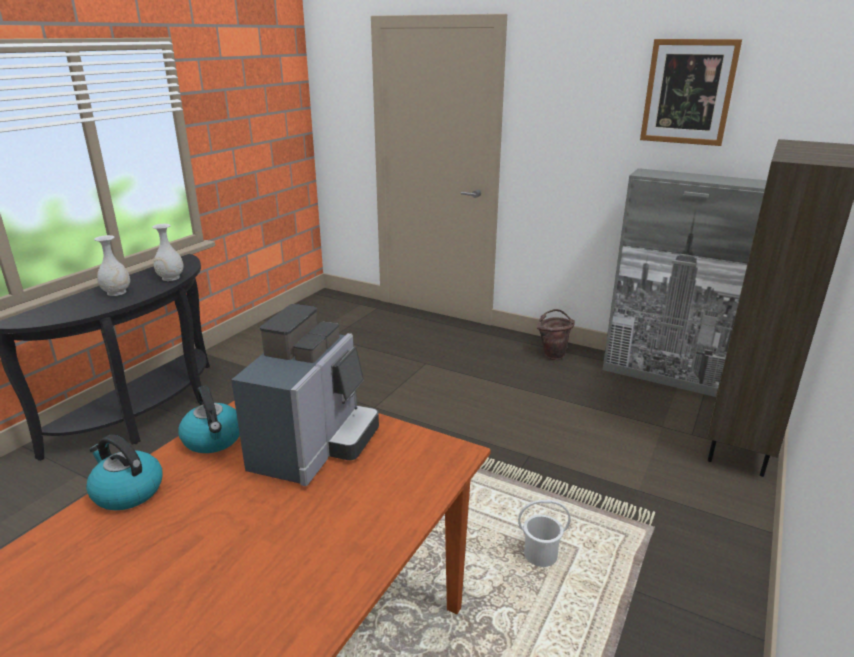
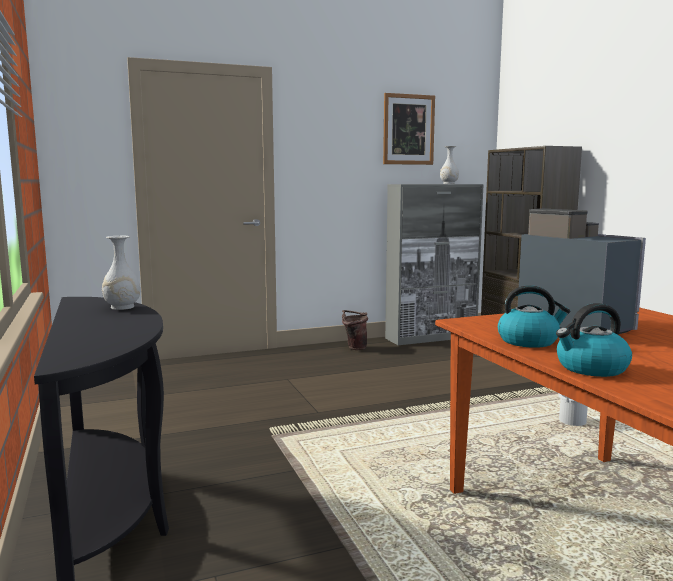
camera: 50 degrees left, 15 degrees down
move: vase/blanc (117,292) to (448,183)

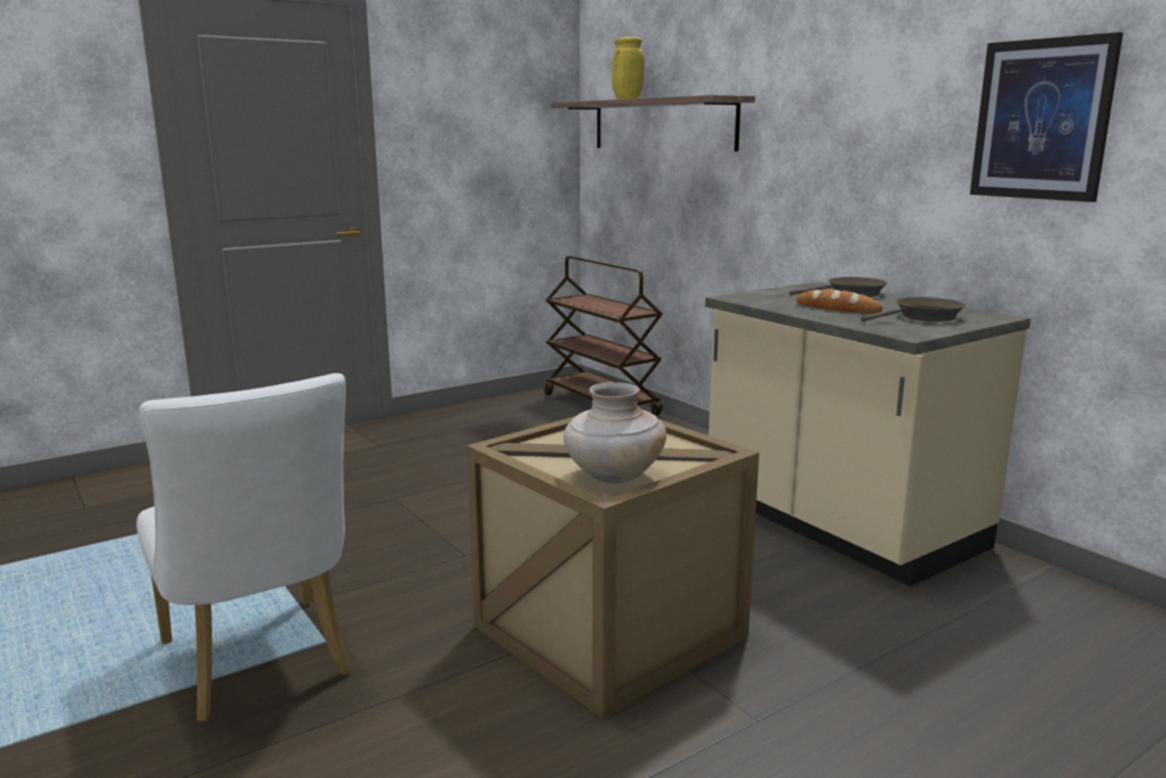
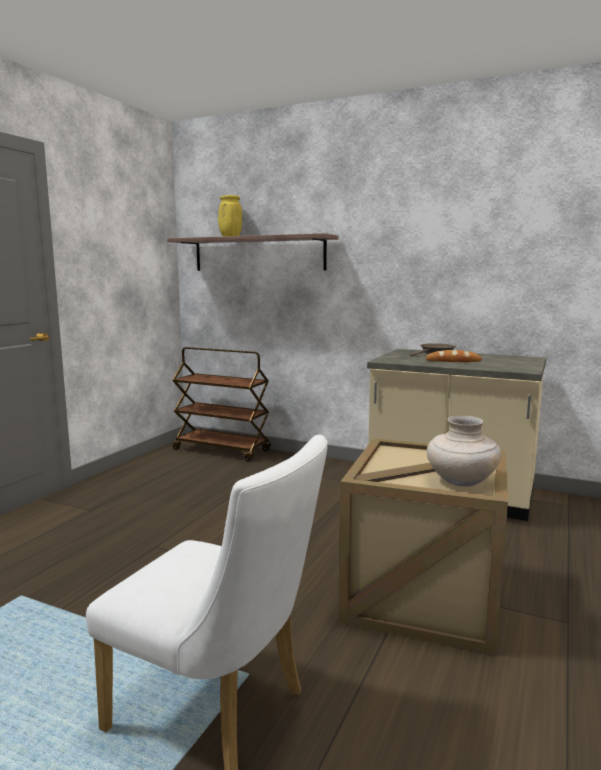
camera: 30 degrees left, 5 degrees down
delete: poêle/marron (923,317); tableau (1042,120)

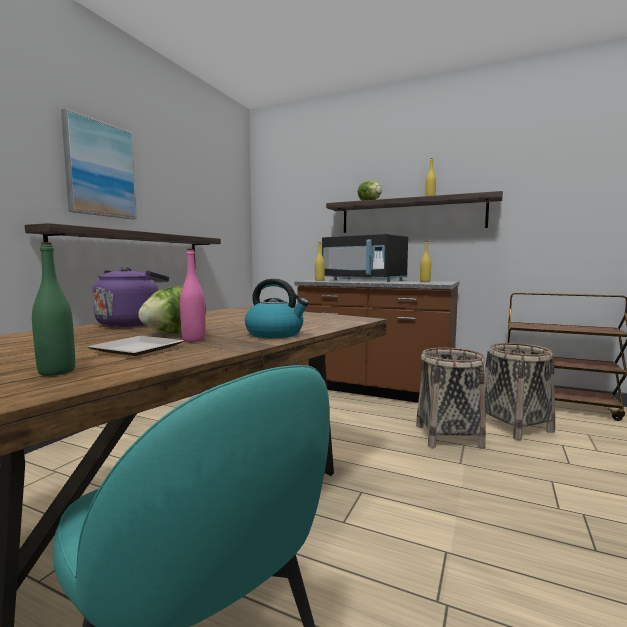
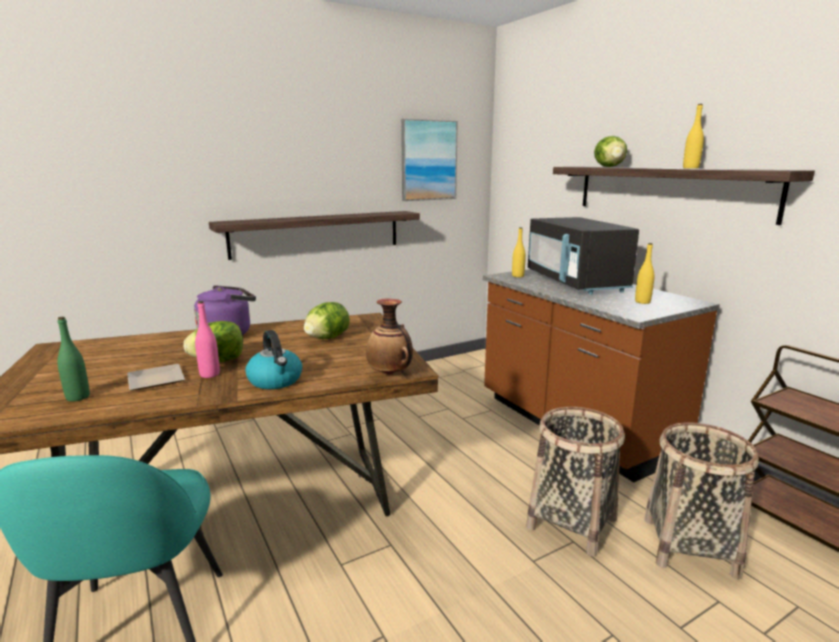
camera: 35 degrees right, 10 degrees up
insert: laitue (327,338); vase (390,373)
move: tableau (100,169) to (428,160)

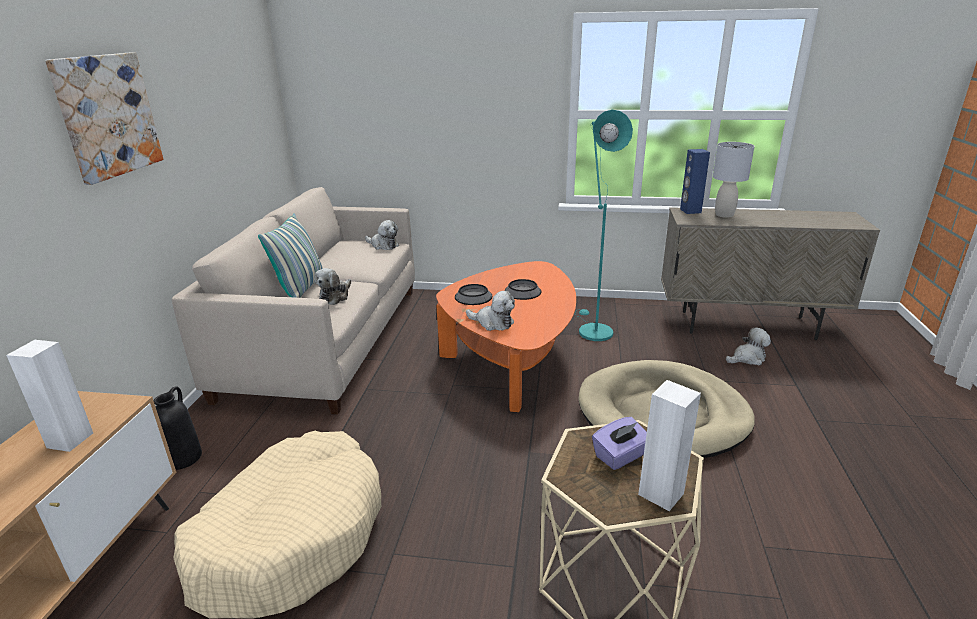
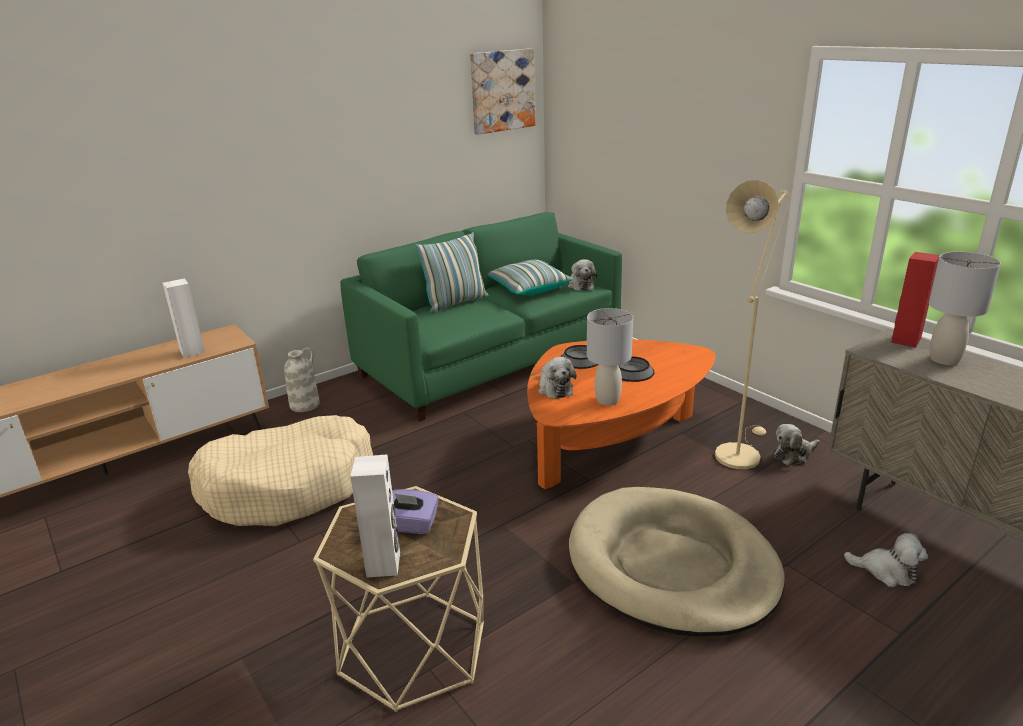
camera: 45 degrees right, 0 degrees up
insert: coussin (528,288); lampe de table/gris (607,400)
move: tableau (107,116) to (502,91); peluche (335,296) to (794,455)
recolor: vase/noir (182,457) to vase/blanc (305,405); canapé/beige (326,340) to canapé/vert (491,360); lampadaire/turquoise (592,329) to lampadaire/beige (739,452); enceinte/bleu (690,211) to enceinte/rouge (905,340)

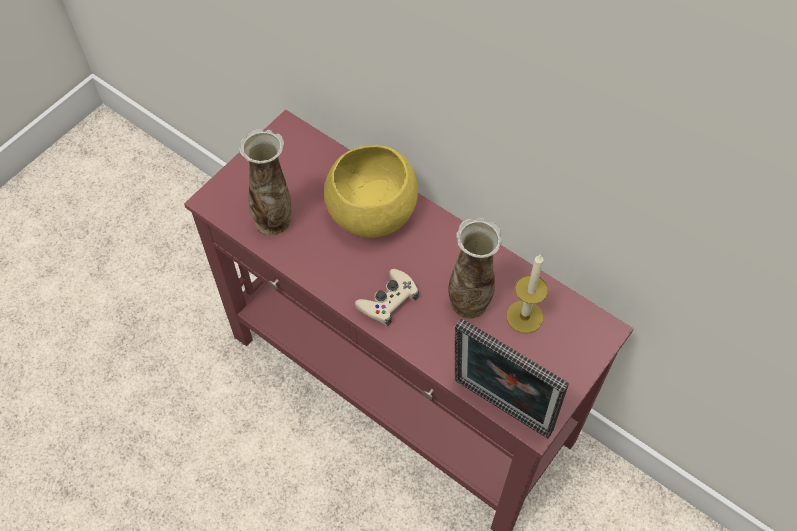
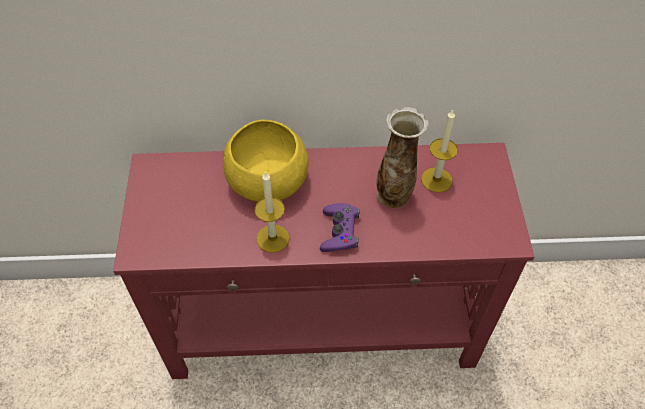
camera: 40 degrees left, 5 degrees down
delete: vase (274,220); cadre photo (499,411)
insert: bougie (272,238)
recolor: manette/beige (388,300) to manette/violet (339,231)

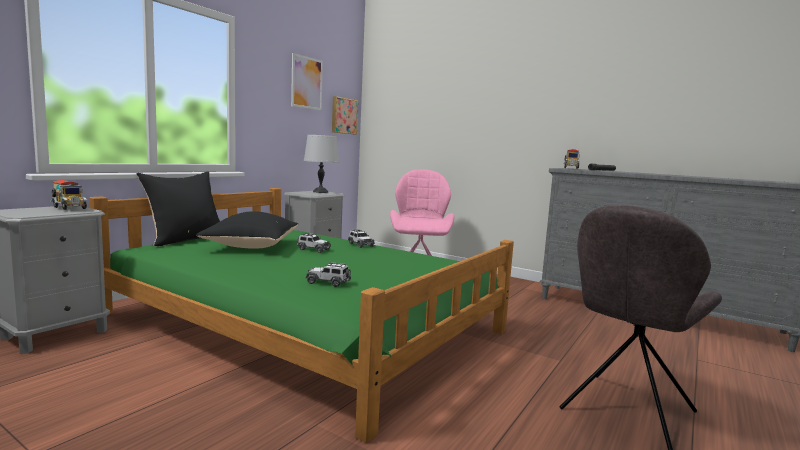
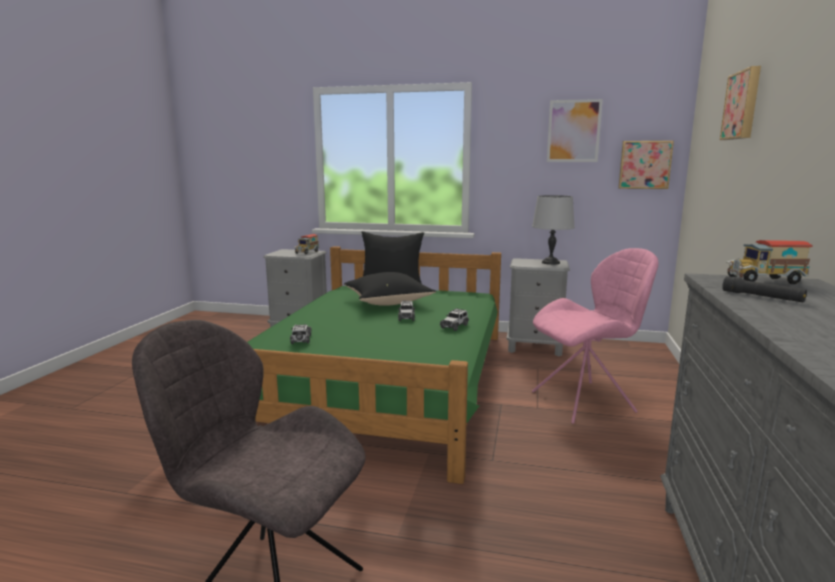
camera: 70 degrees right, 5 degrees up
insert: tableau (743,105)

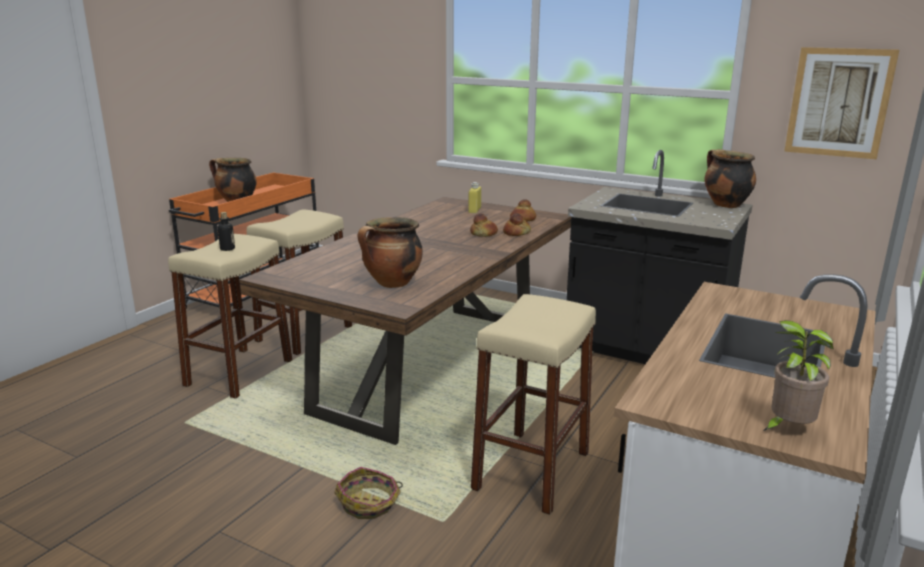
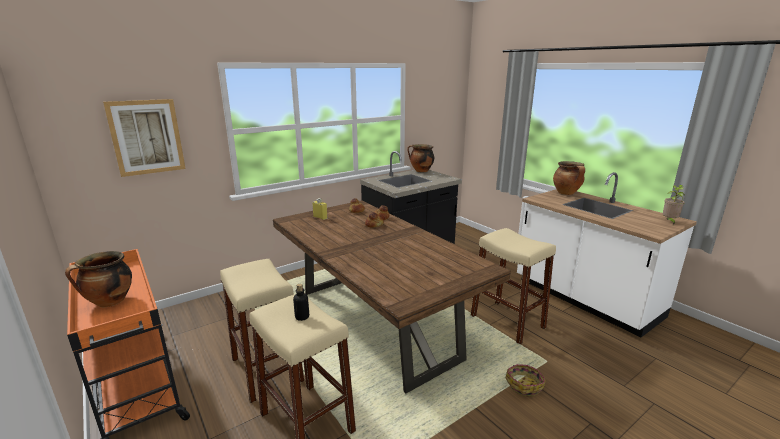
camera: 65 degrees left, 0 degrees up
move: marmite (392,284) to (567,193); tableau (839,103) to (147,137)

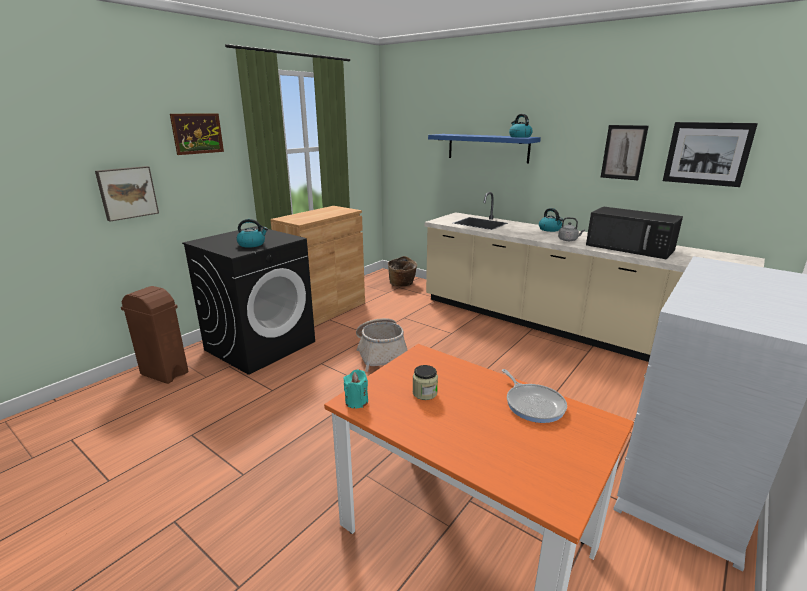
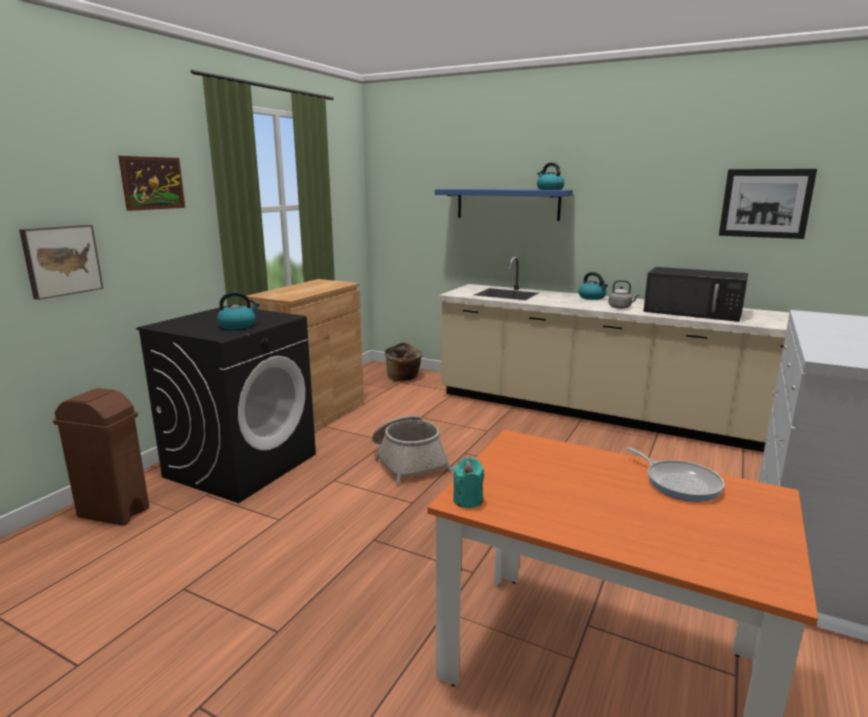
camera: 10 degrees left, 5 degrees down
delete: bocal (424,393); tableau (623,152)

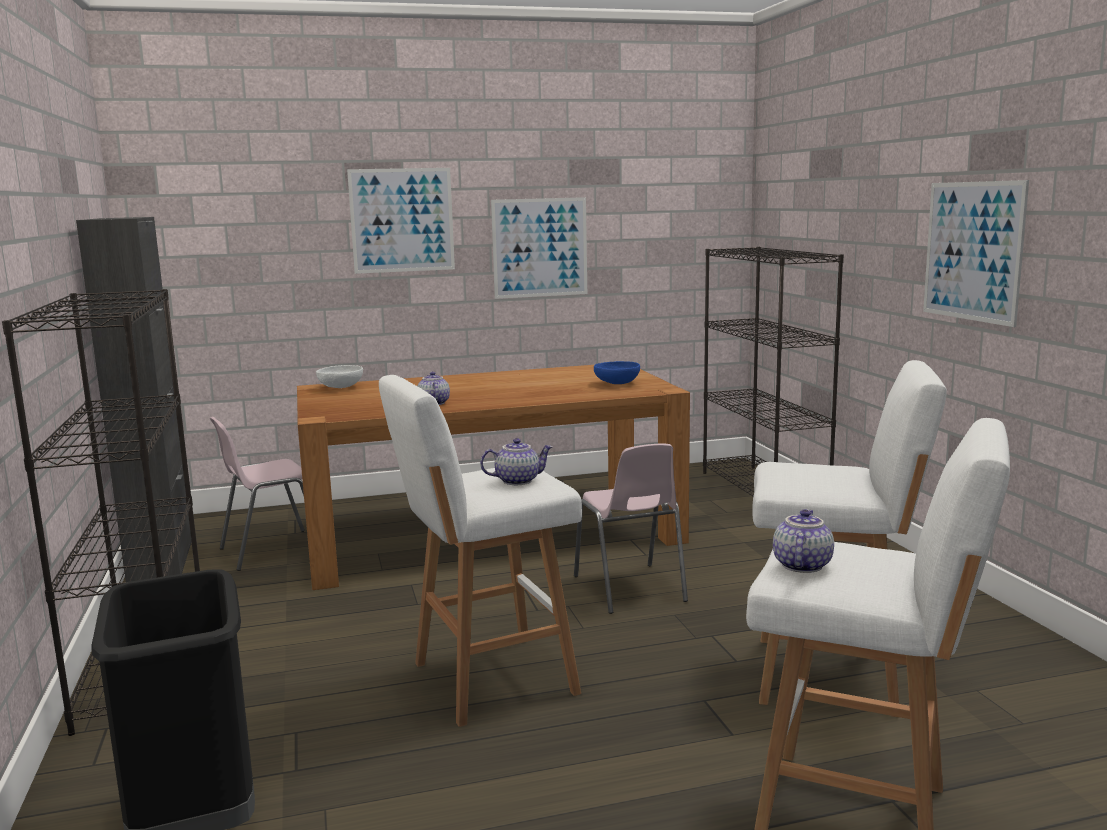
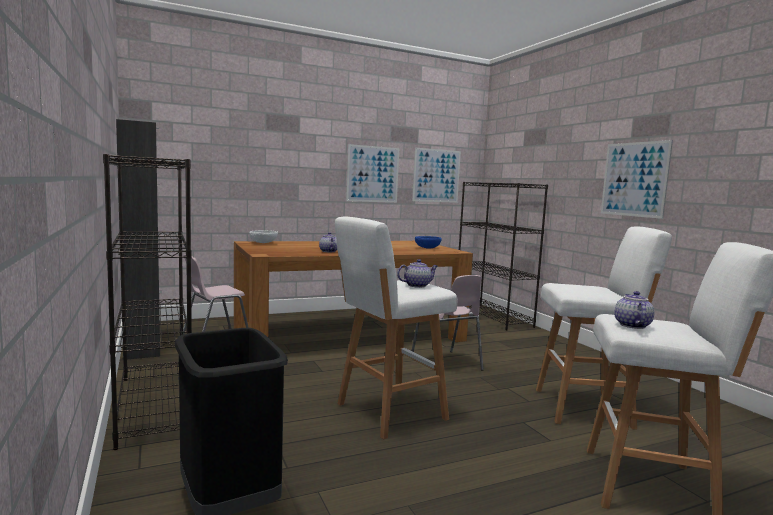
camera: 10 degrees left, 5 degrees down
move: tableau (402,220) to (436,175)

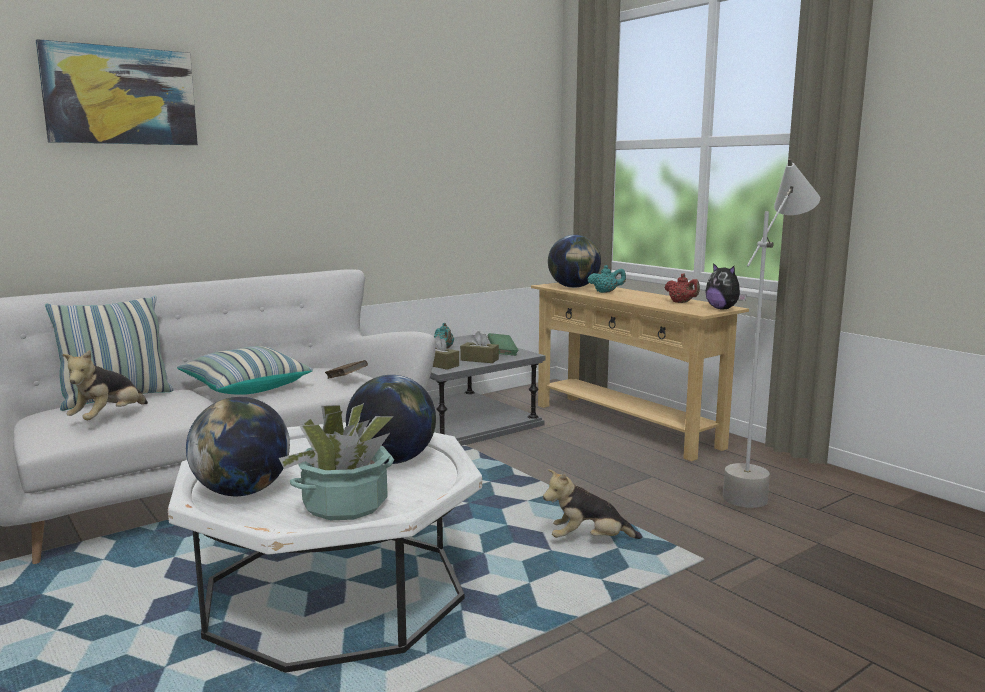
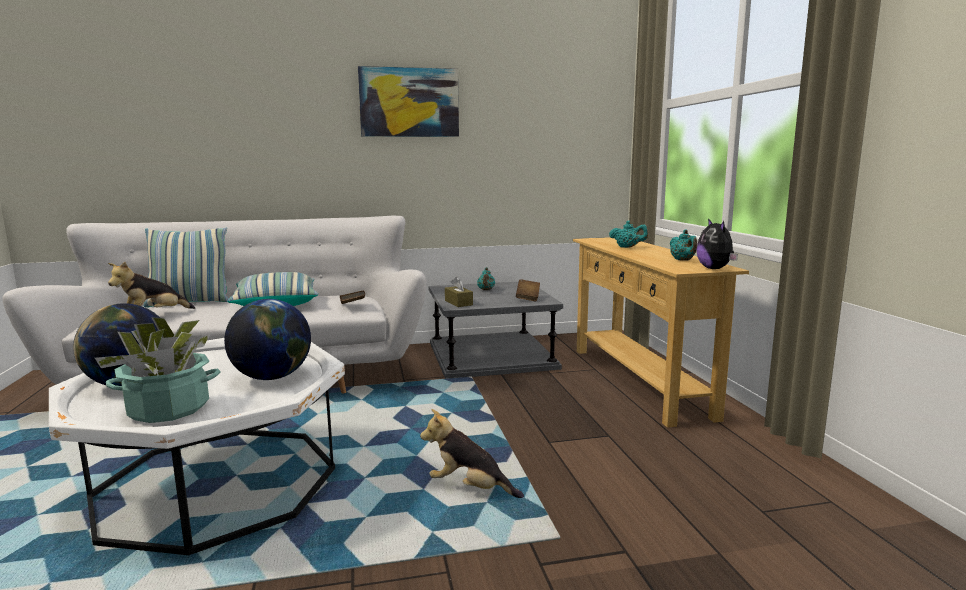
camera: 25 degrees right, 0 degrees up
delete: boîte à mouchoirs/marron (479,360); globe (574,287); lampadaire/gris (758,487)
move: tableau (120,96) to (409,102)
recolor: livre/vert (502,353) to livre/marron (528,298); théière/rouge (681,303) to théière/turquoise (683,260)

